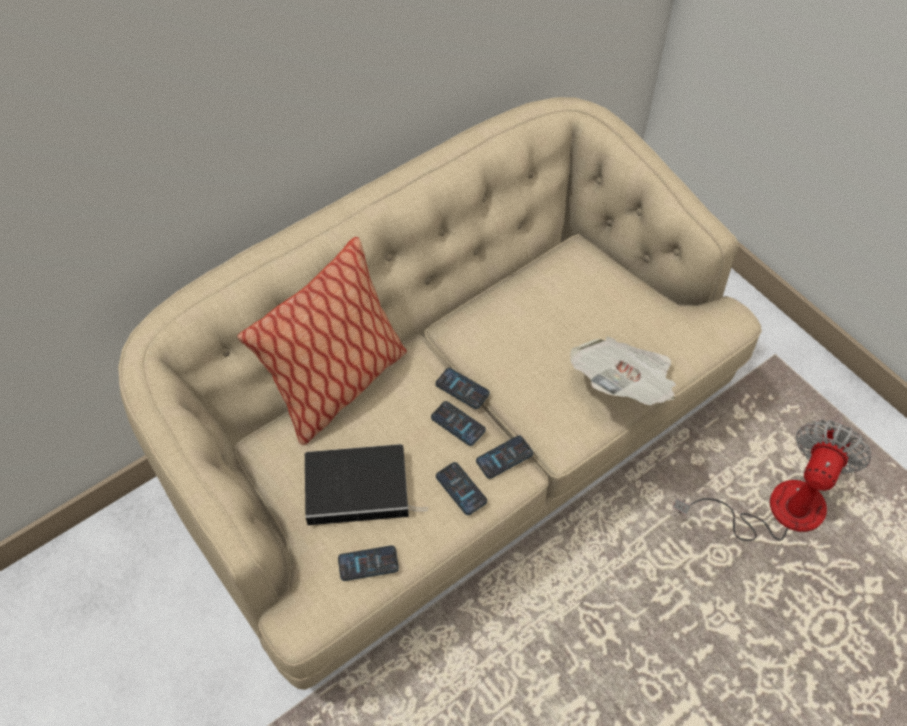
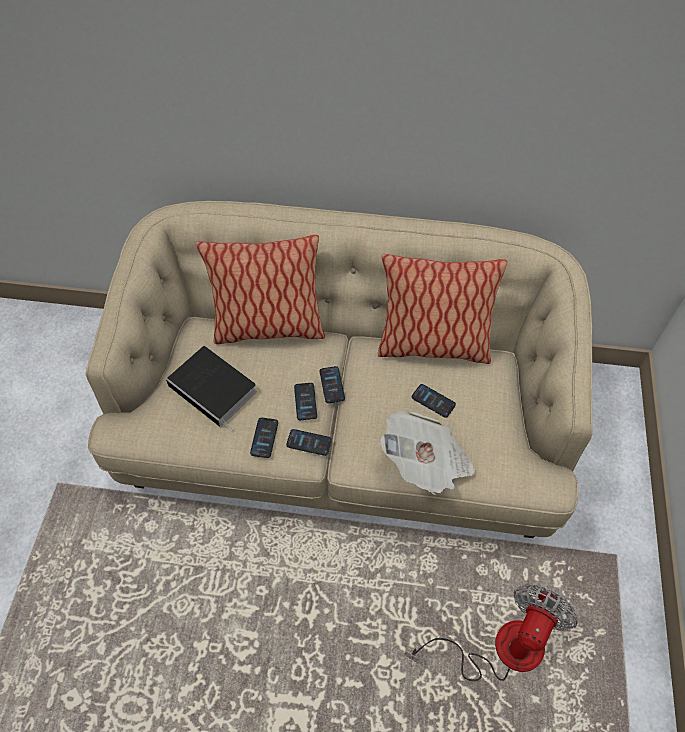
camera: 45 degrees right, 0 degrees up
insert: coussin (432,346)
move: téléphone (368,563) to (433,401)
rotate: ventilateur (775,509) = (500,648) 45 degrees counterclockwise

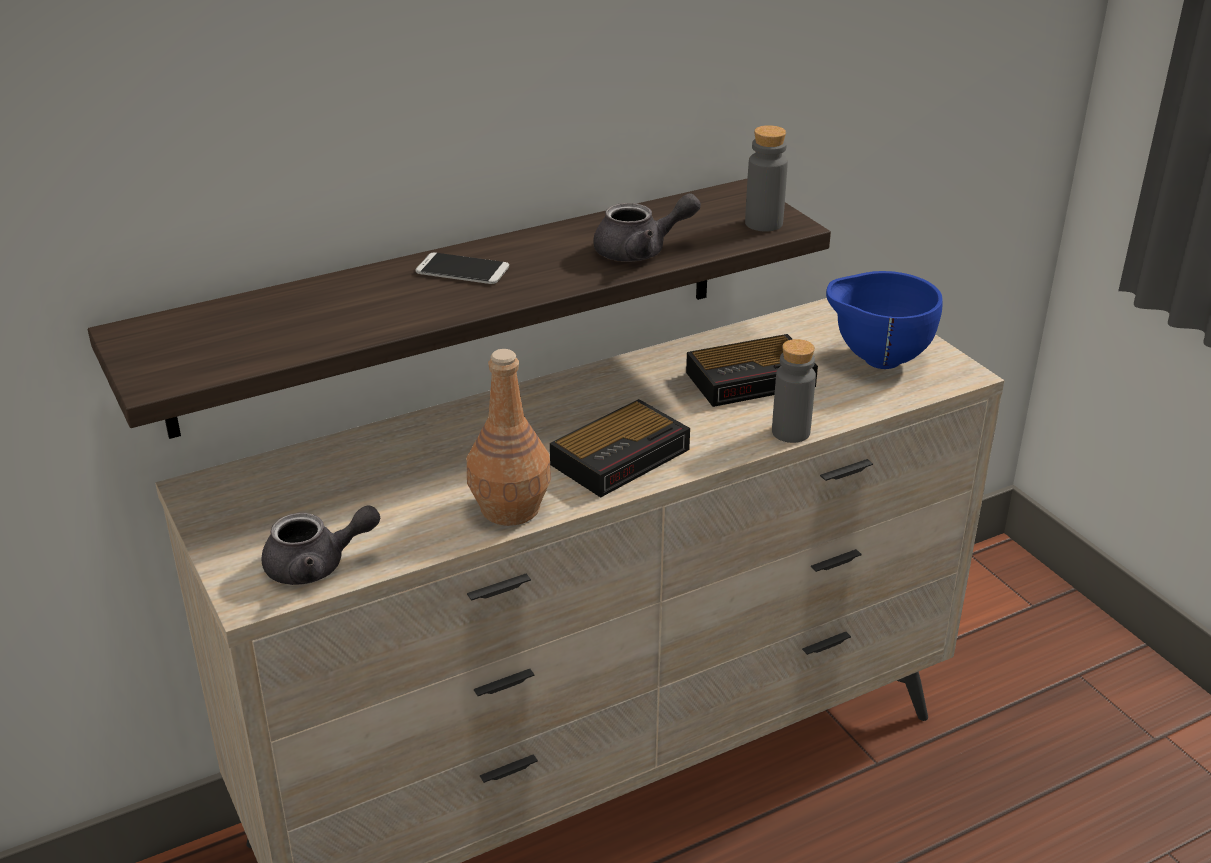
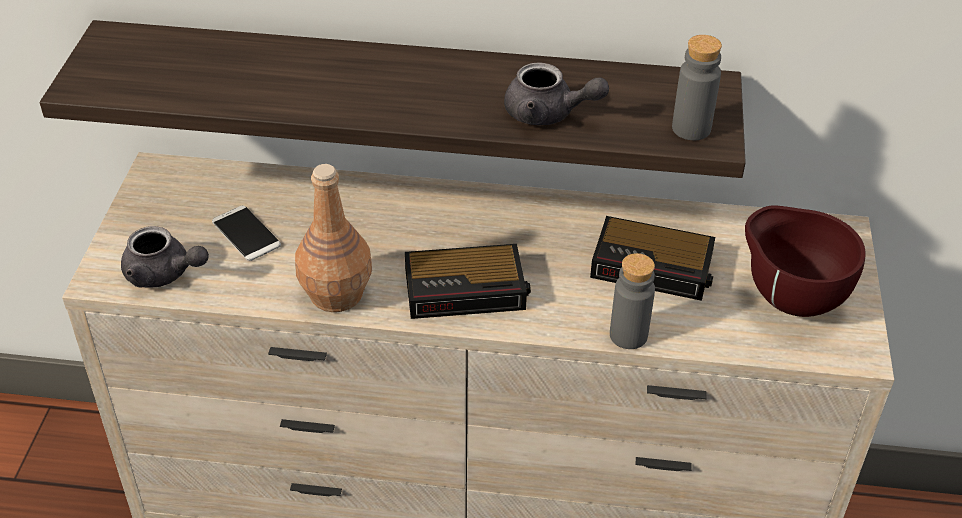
camera: 35 degrees right, 10 degrees up
move: téléphone (462,270) to (246,234)
recolor: bol/bleu (876,360) to bol/marron (789,299)

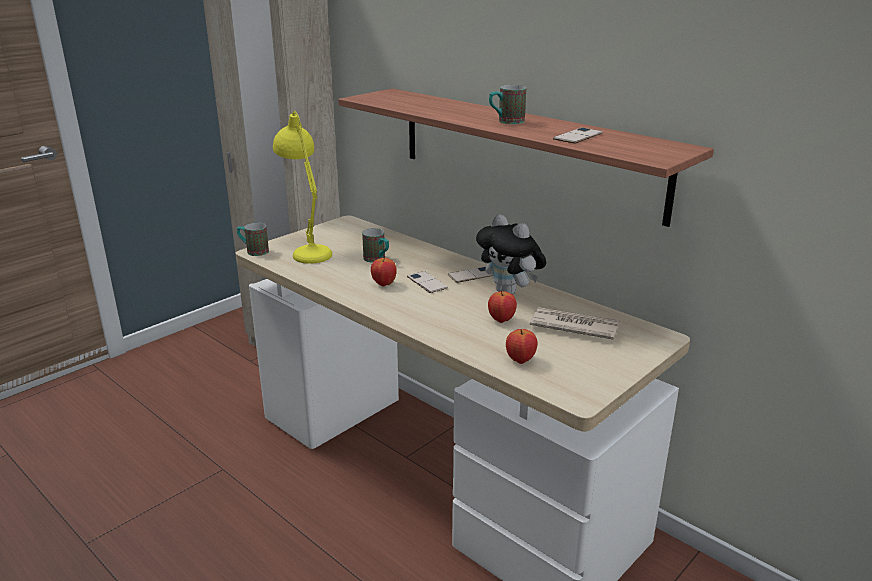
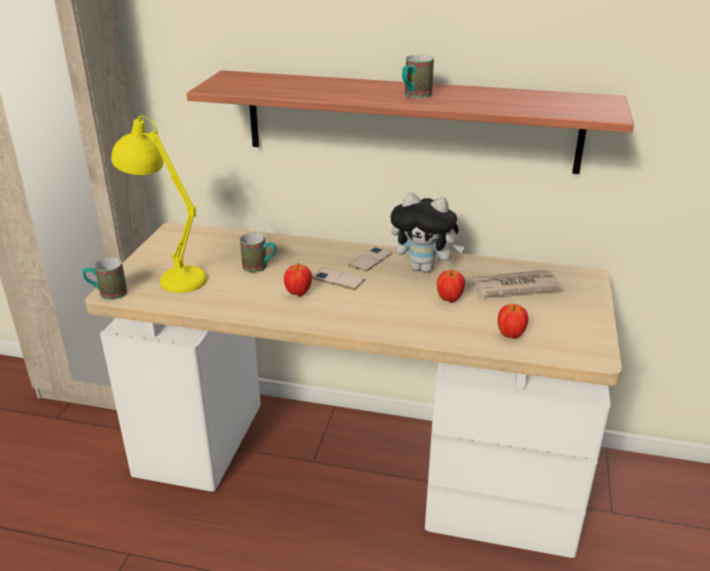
camera: 30 degrees left, 5 degrees up
delete: téléphone (578,136)

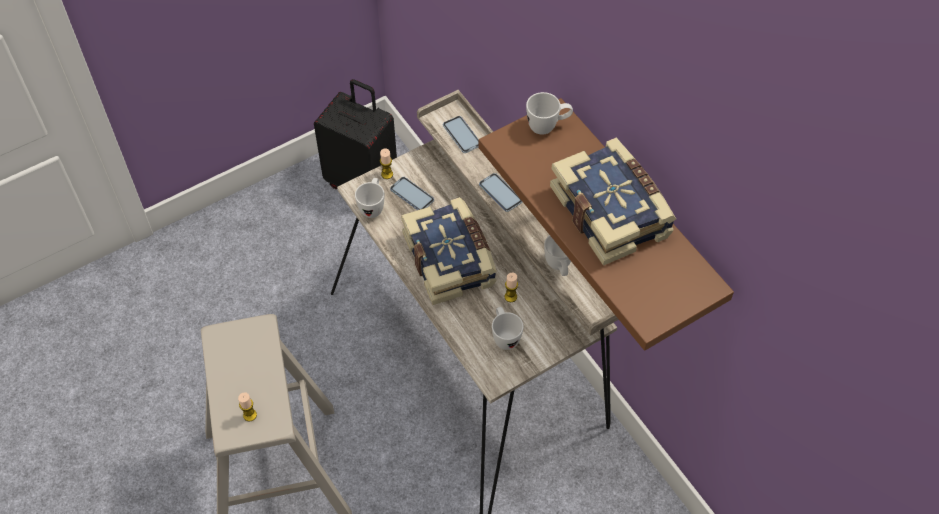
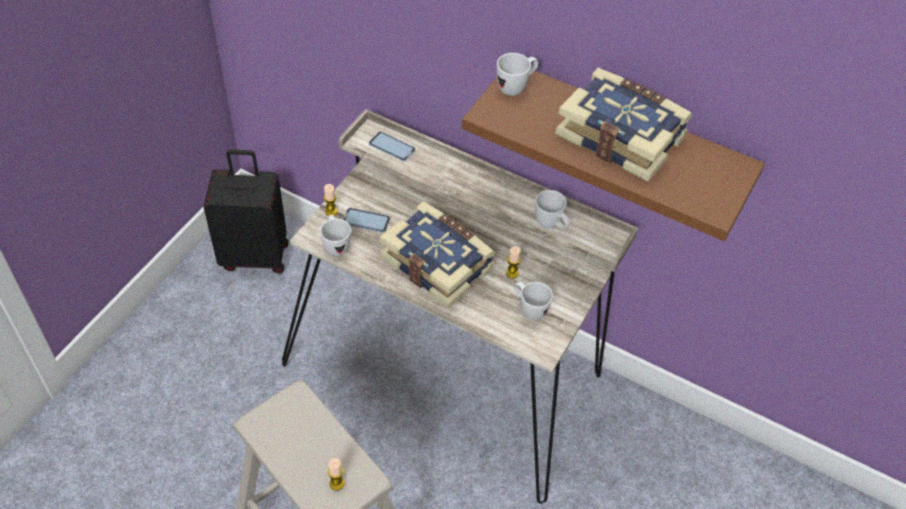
camera: 30 degrees left, 5 degrees down
delete: téléphone (500,193)

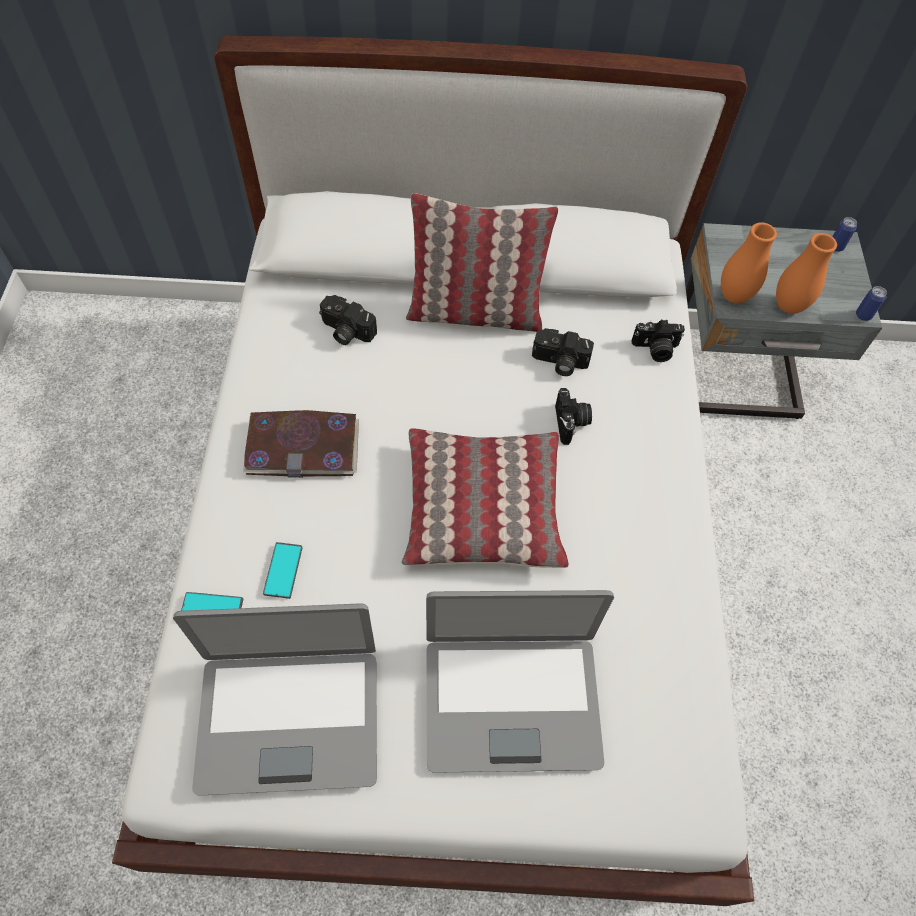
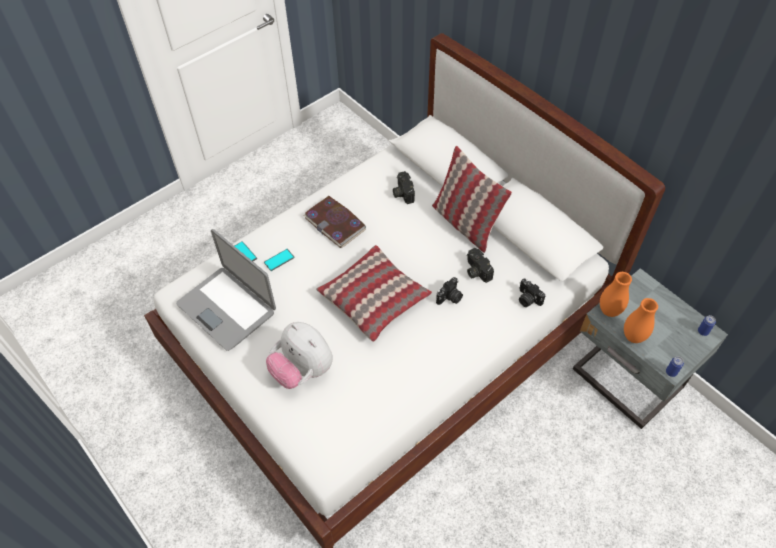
camera: 50 degrees right, 5 degrees down
replace: ordinateur portable (511,700) to peluche (302,370)

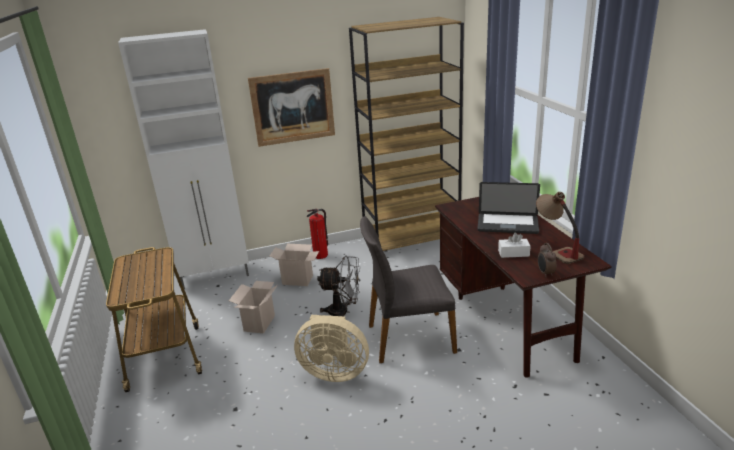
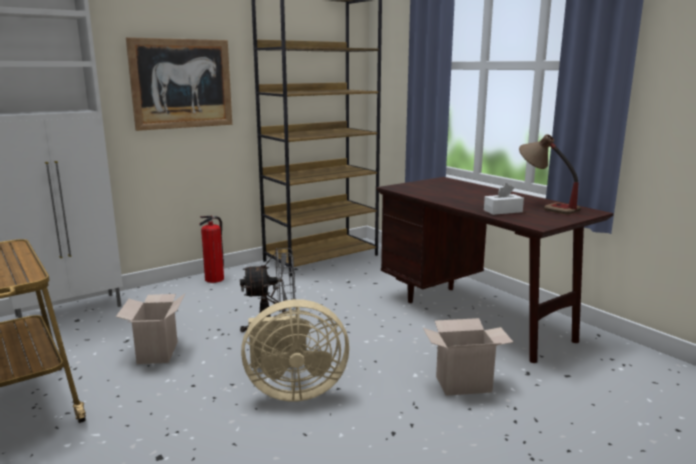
camera: 20 degrees left, 10 degrees down
delete: chaise/gris (409,338); ordinateur portable (507,224); réveil (545,273)
move: carton (298,280) to (464,383)

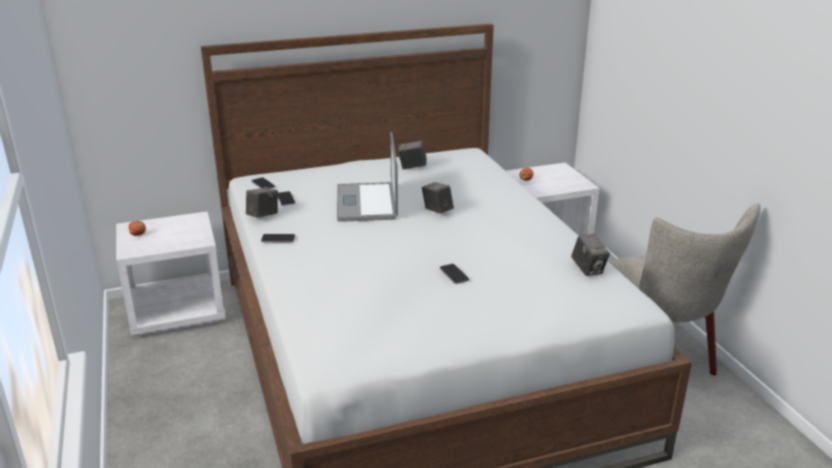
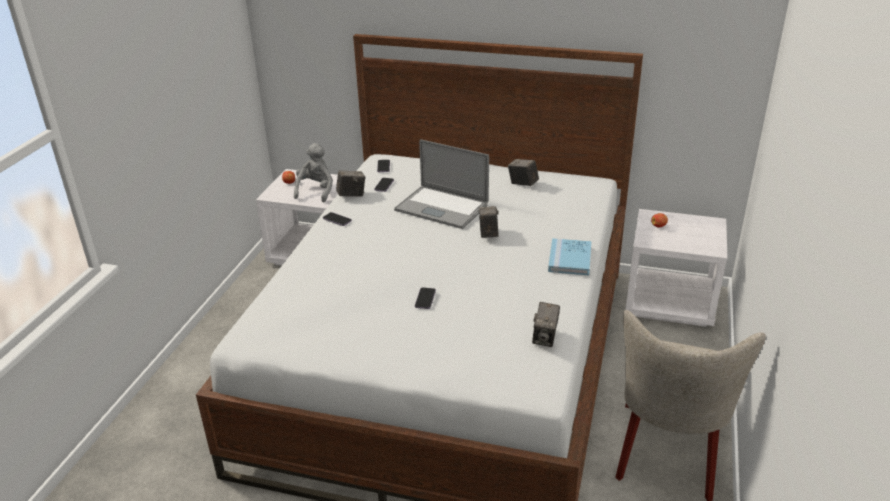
camera: 35 degrees right, 5 degrees up
insert: peluche/gris (316,191); livre/bleu (570,259)
rotate: ordinateur portable (366,202) = (441,207) 90 degrees counterclockwise

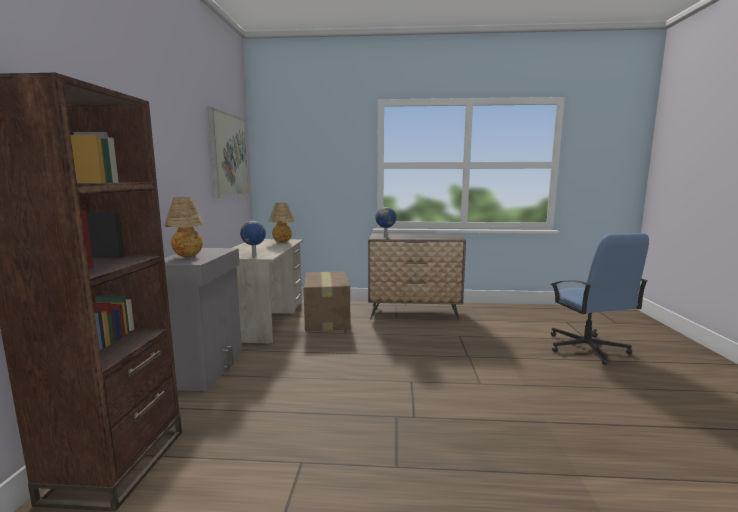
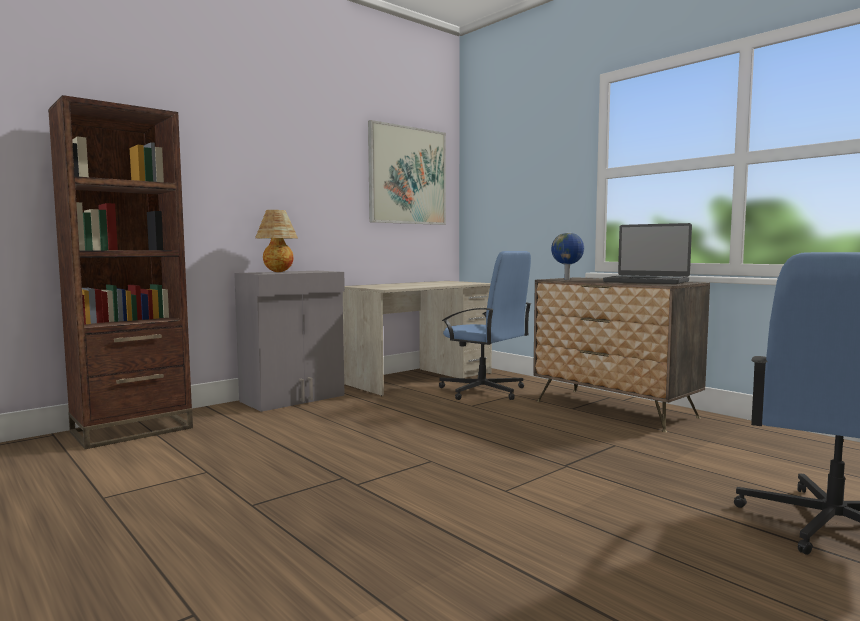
camera: 45 degrees right, 5 degrees down
delete: globe (254,256); lampe de table (282,242)
insert: ordinateur portable (646,281)
replace: carton (327,319) to chaise de bureau/bleu (483,391)

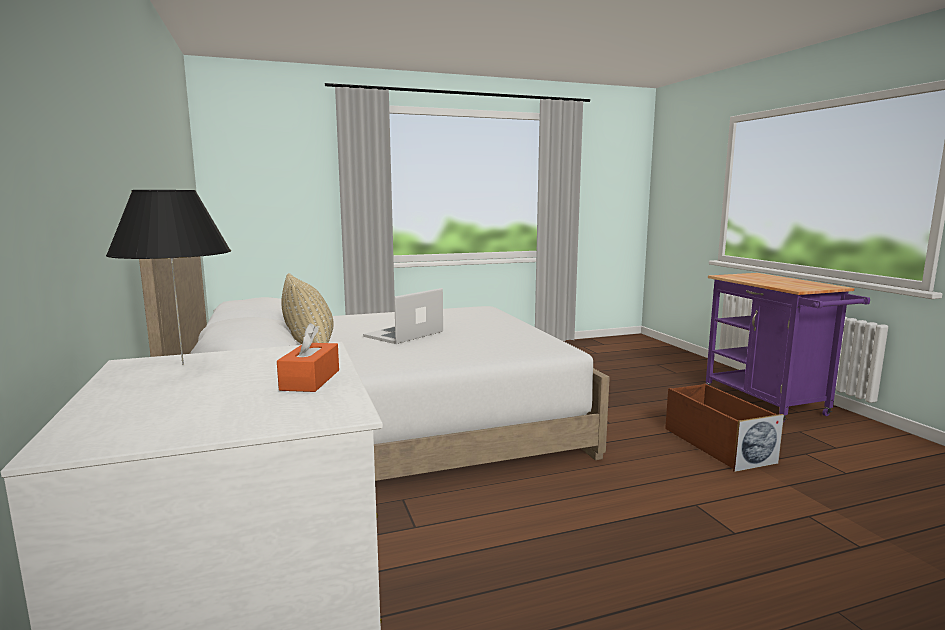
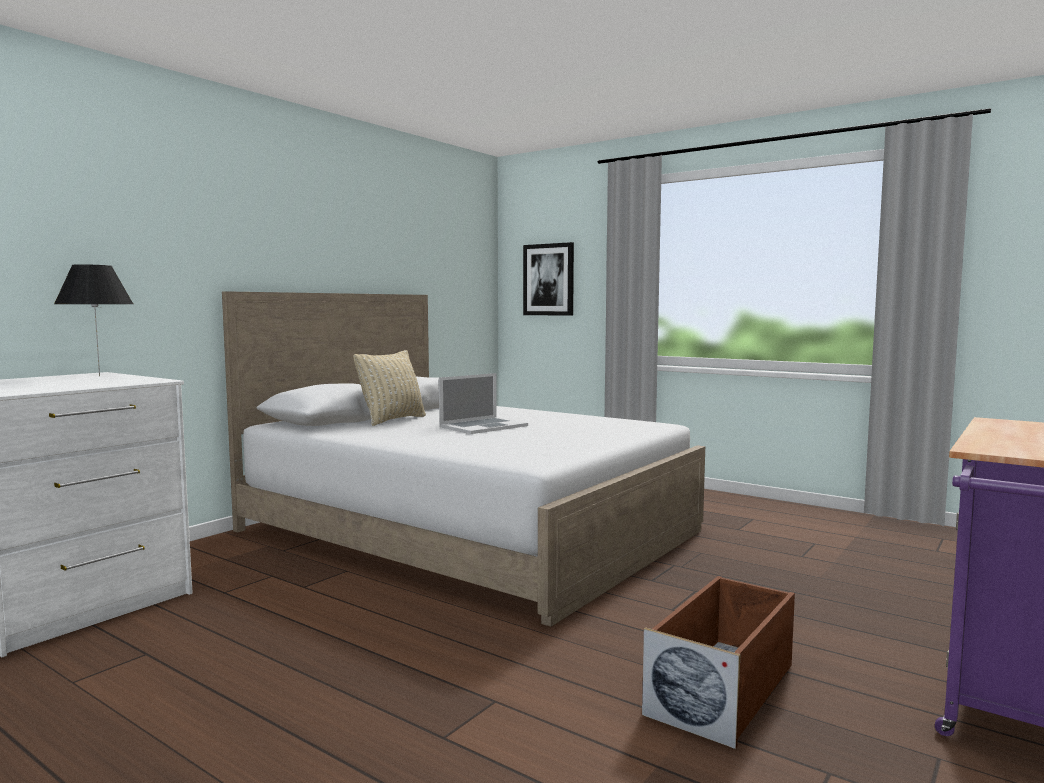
camera: 55 degrees right, 5 degrees down
delete: boîte à mouchoirs/orange (310,380)
insert: tableau (548,279)
rotate: ordinateur portable (404,334) = (483,426) 135 degrees clockwise

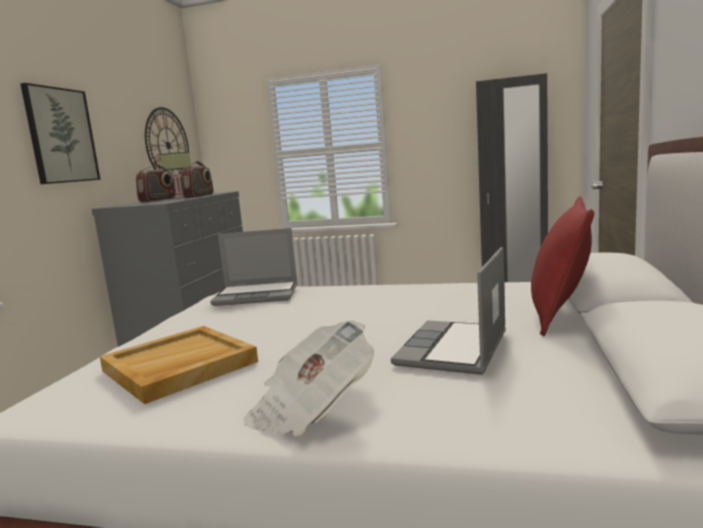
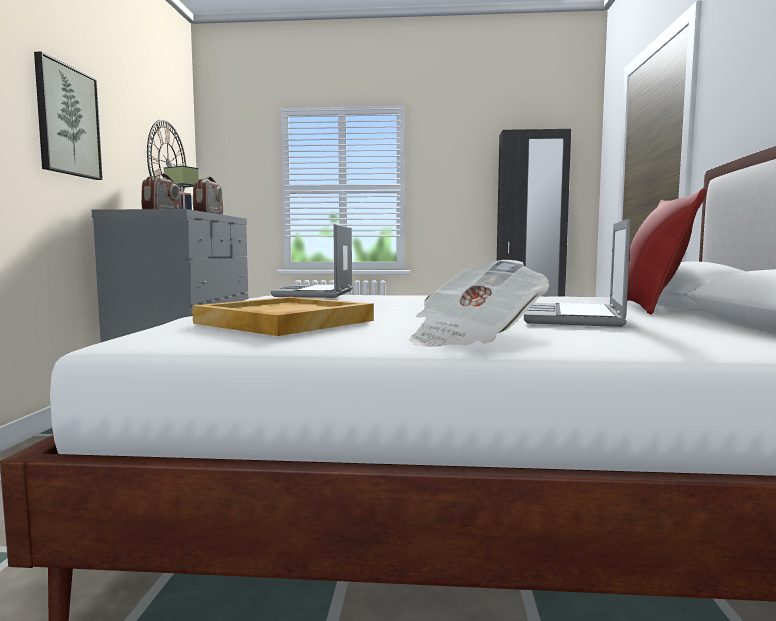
camera: 10 degrees left, 5 degrees down
rotate: ordinateur portable (258,295) = (316,294) 105 degrees clockwise

